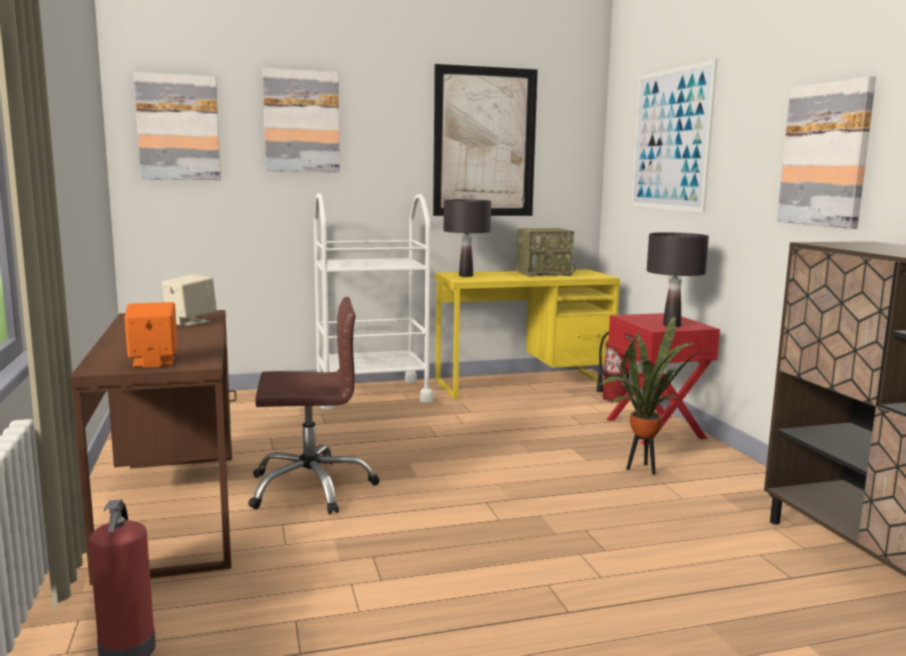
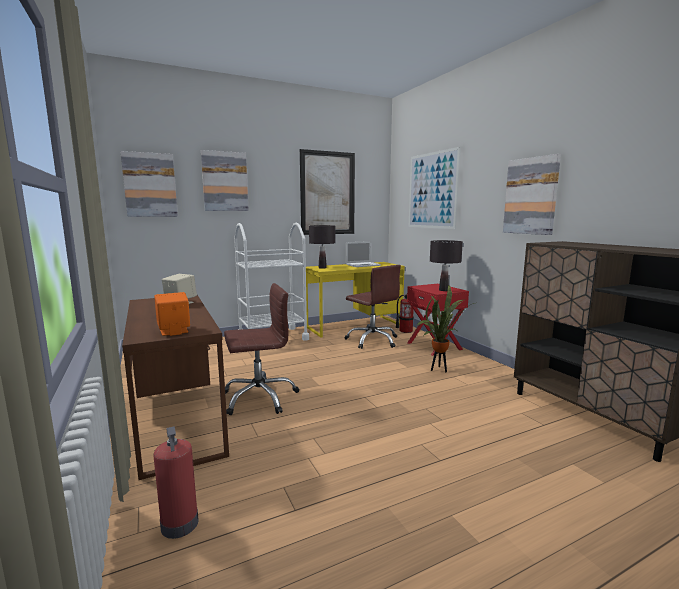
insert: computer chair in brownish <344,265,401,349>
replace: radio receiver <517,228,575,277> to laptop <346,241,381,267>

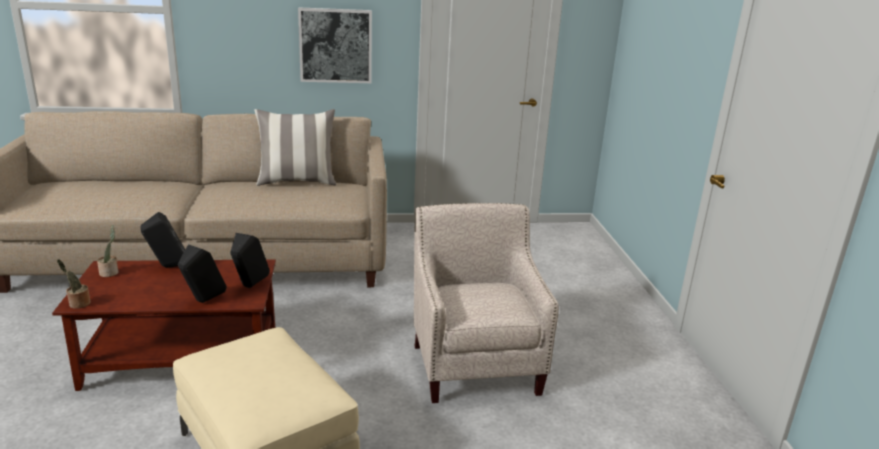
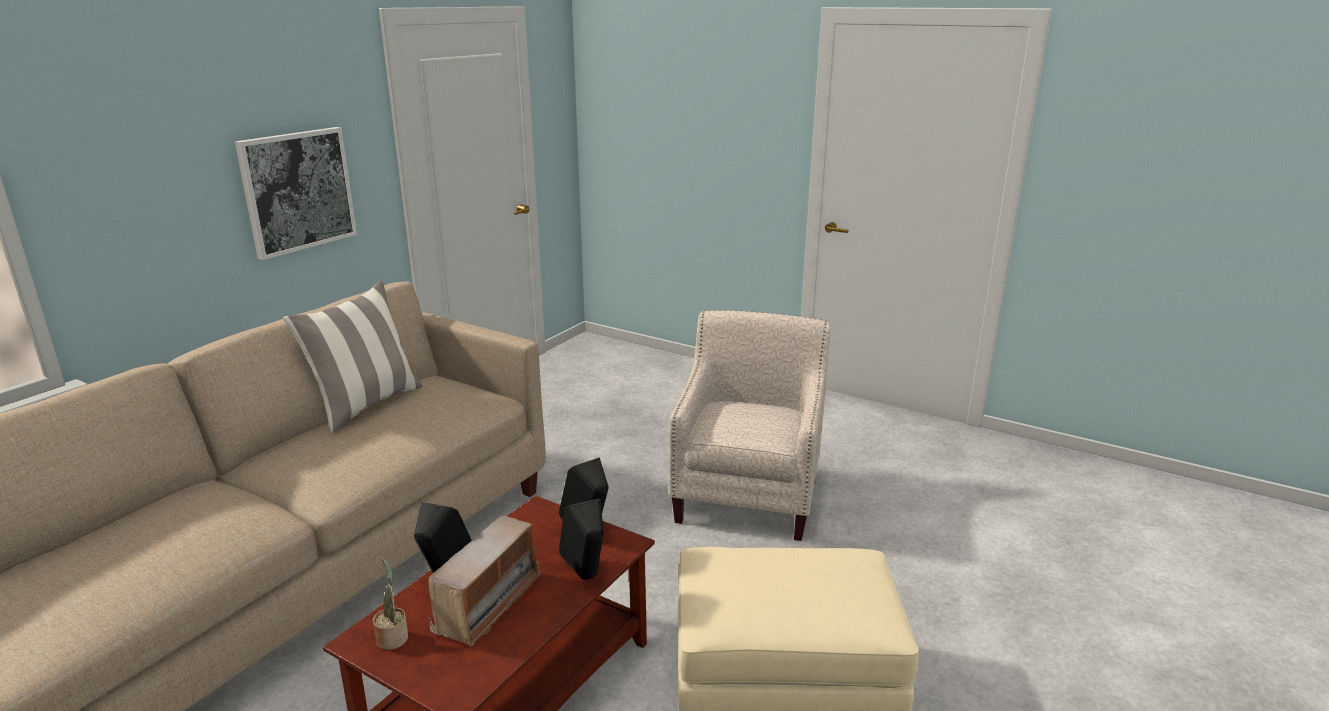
delete: potted plant <57,259,91,309>
insert: radio receiver <428,514,542,647>
rotate: armchair in beige <414,203,559,403> = <669,310,831,541> 75 degrees clockwise

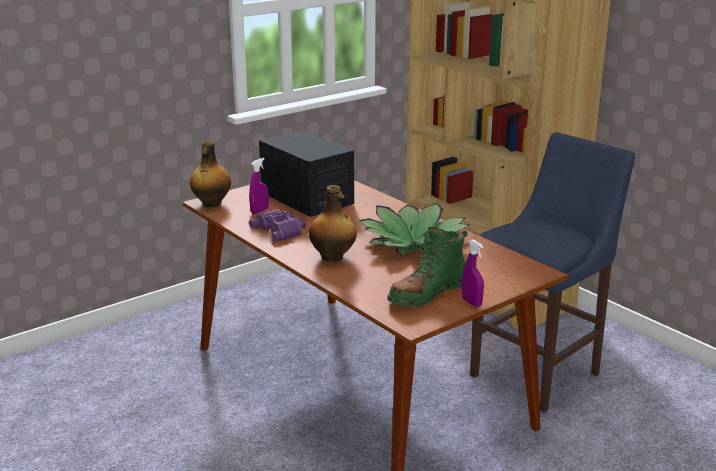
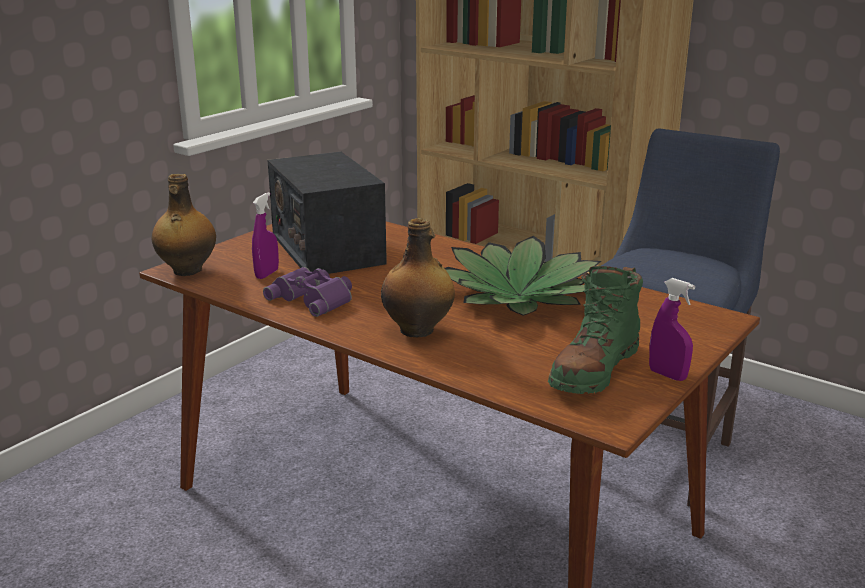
rotate: radio receiver <259,130,354,217> = <267,152,387,274> 150 degrees counterclockwise

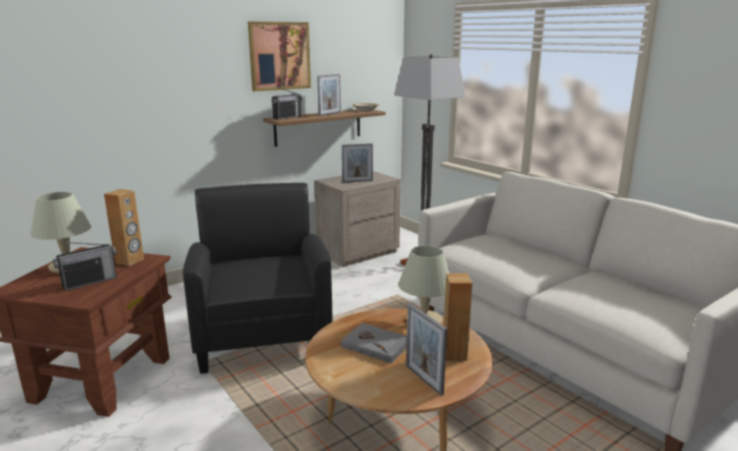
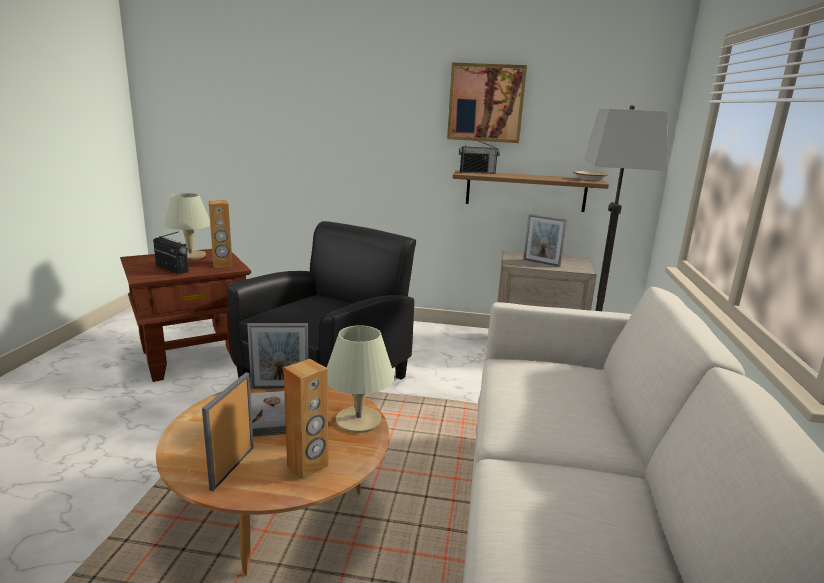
move: standing frame <317,74,341,116> to <247,323,309,389>
rotate: radio receiver <53,241,117,291> = <153,232,189,274> 150 degrees counterclockwise

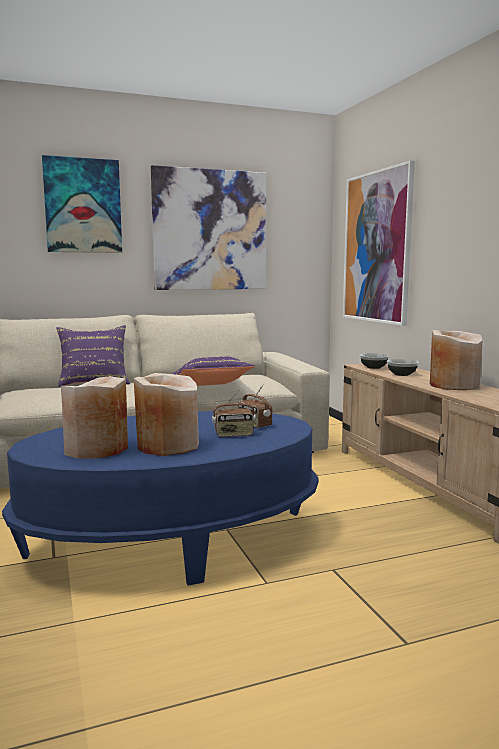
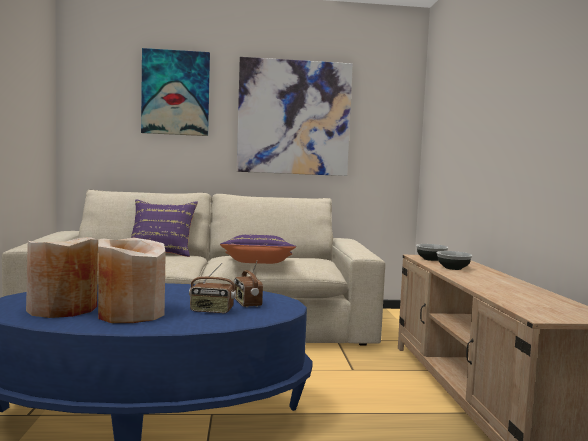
delete: wall picture <343,161,415,326>; flower vase in beige <430,330,483,390>

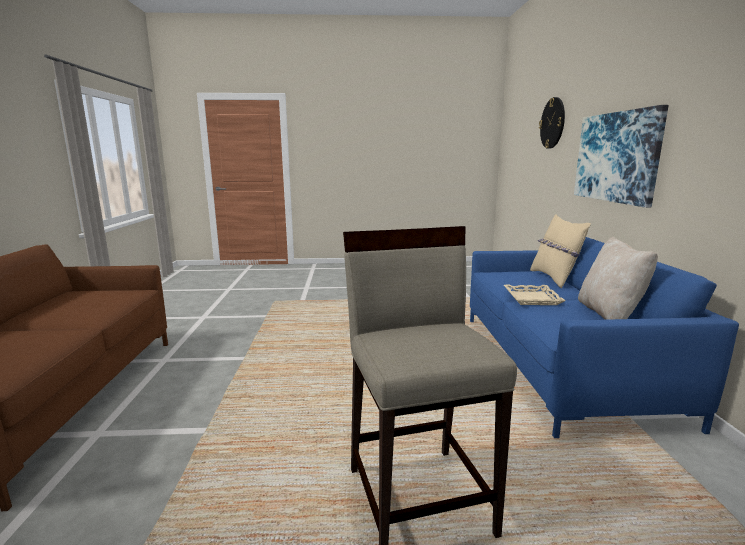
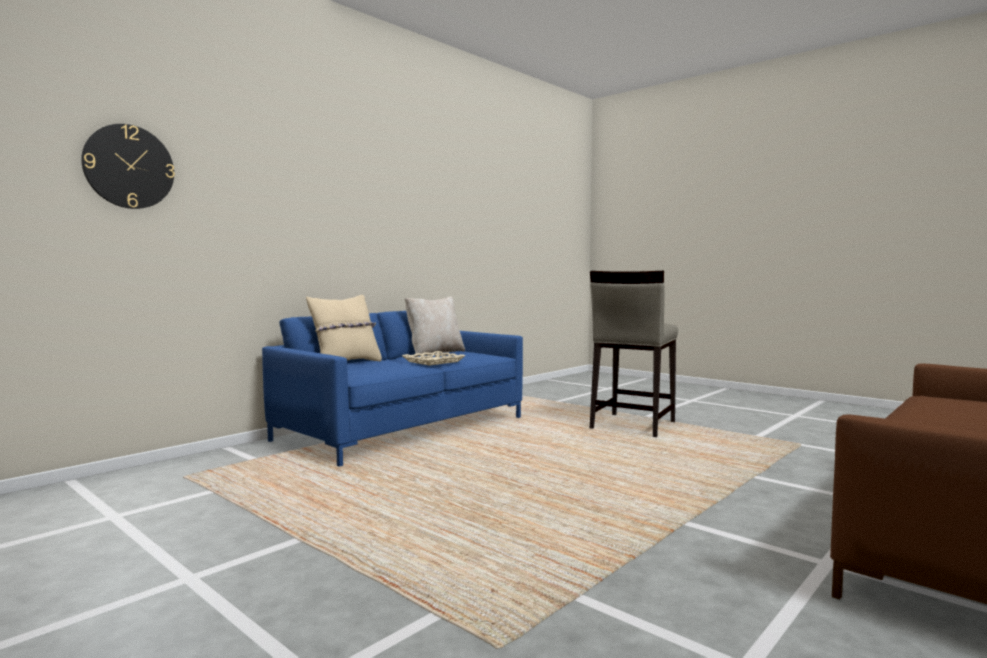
delete: wall picture <574,105,669,208>

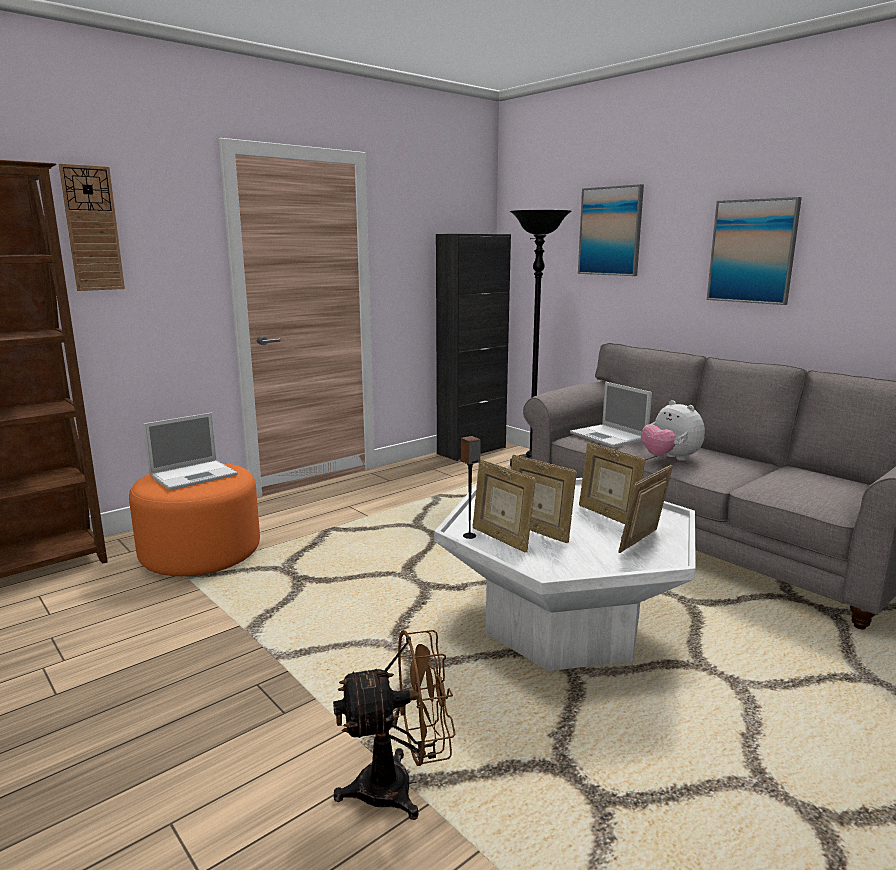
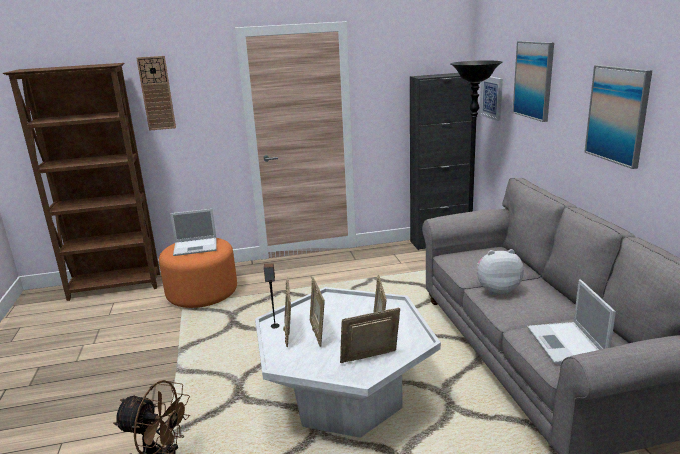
insert: wall picture <479,76,503,121>
move: laptop <570,382,652,448> to <527,280,616,365>
rotate: soft toy <641,400,705,461> = <477,249,524,295> 90 degrees clockwise

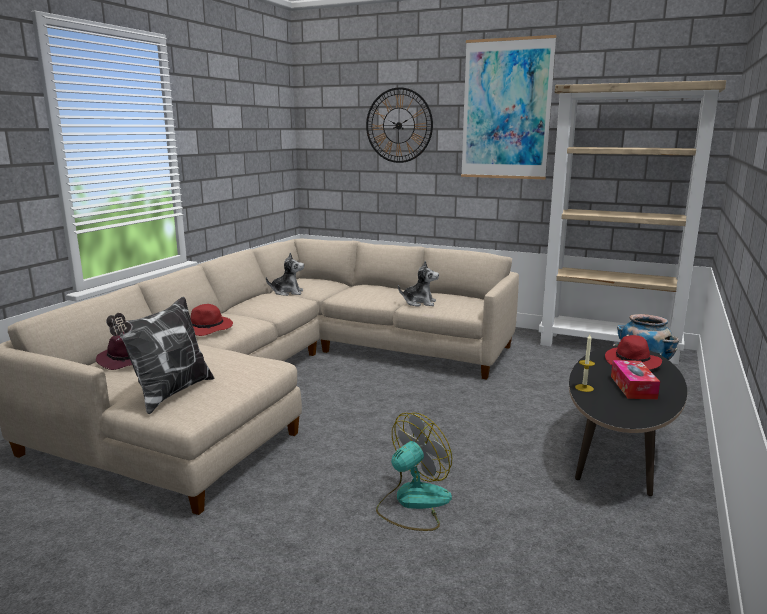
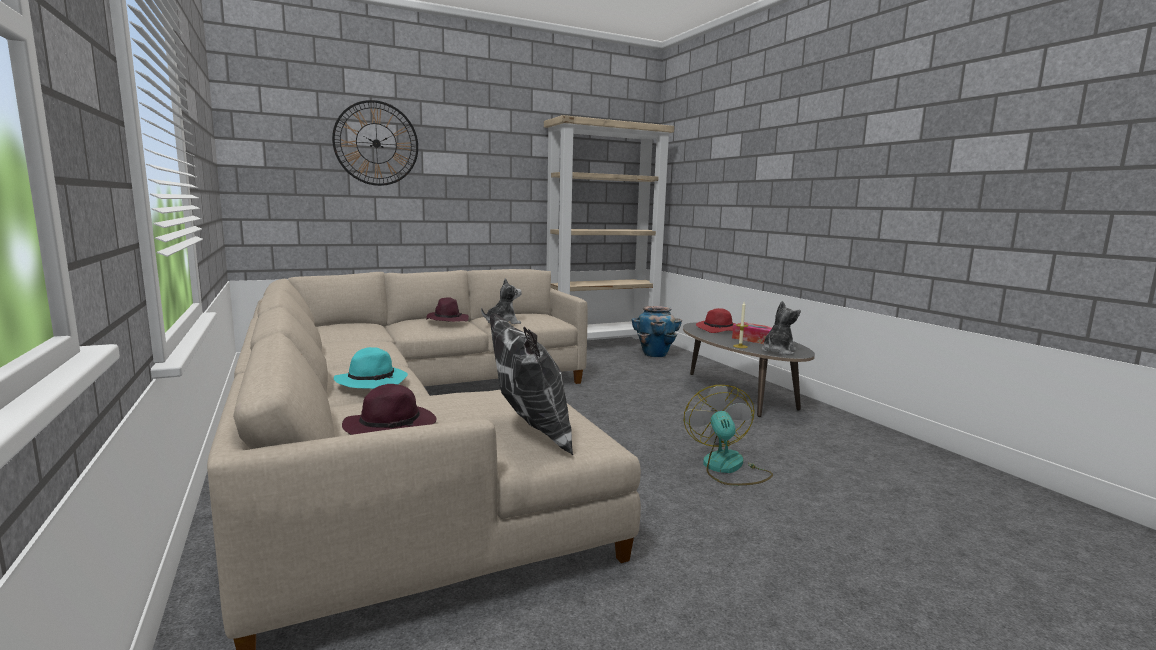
delete: wall picture <461,35,556,179>
insert: clothing hat in purple <427,297,469,322>
move: soft toy <266,252,304,296> to <762,301,801,355>
recolor: clothing hat in reddish <190,304,233,336> to clothing hat in turquoise <334,347,408,389>

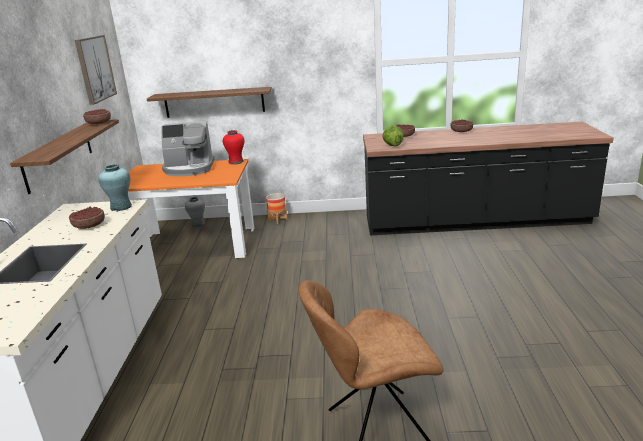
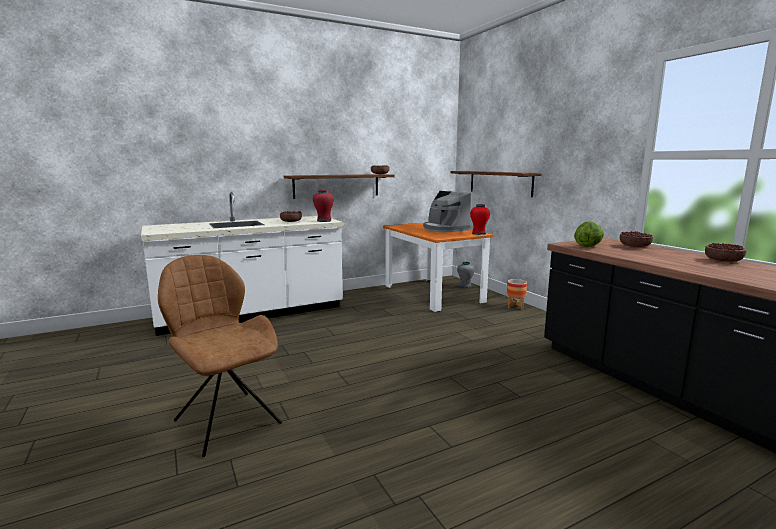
delete: wall picture <75,35,117,105>
recolor: flower vase in turquoise <98,164,132,211> to flower vase in reddish <313,190,334,222>

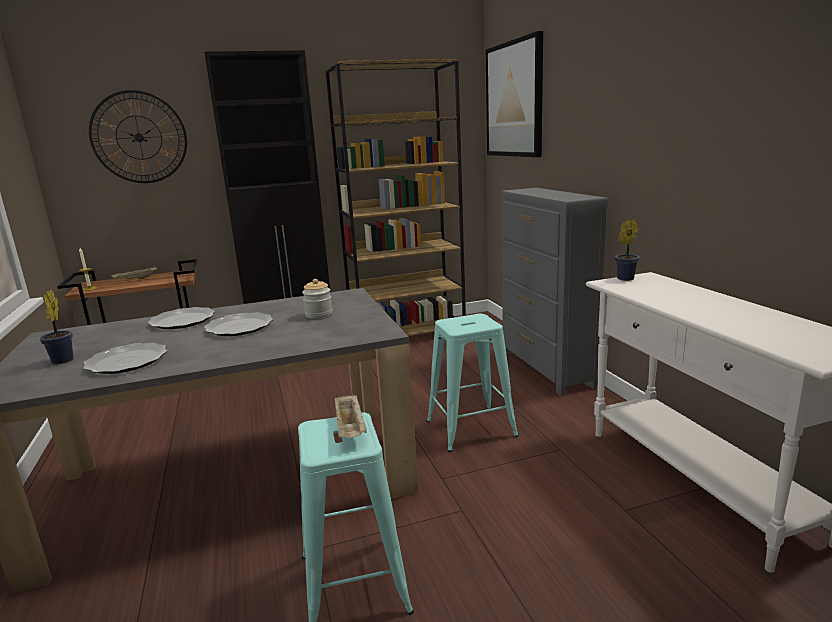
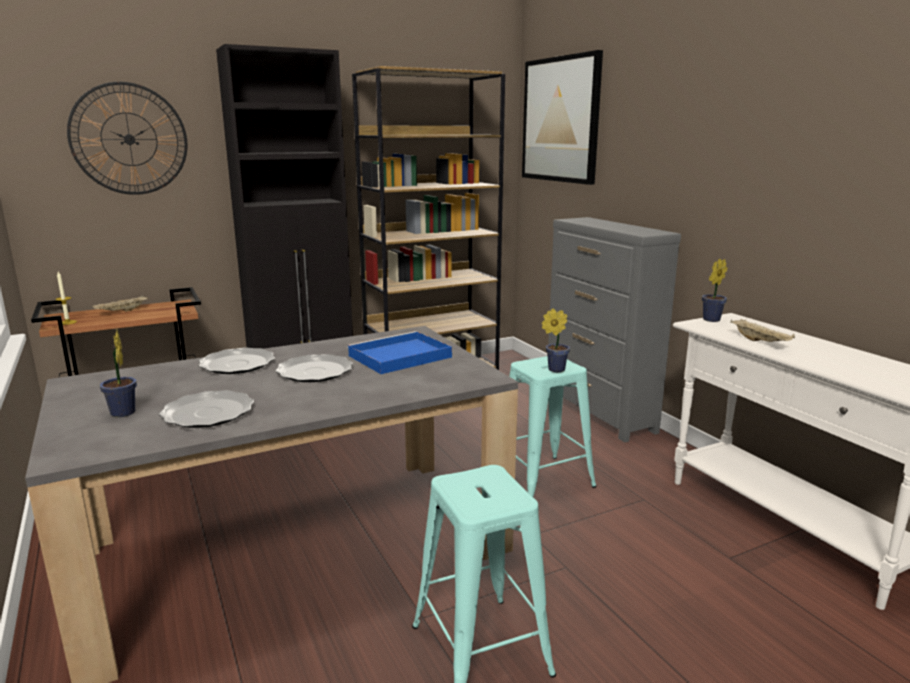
insert: potted plant <542,308,570,372>
move: serving tray in beige <335,394,367,438> to <730,319,795,342>
replace: jar <302,279,333,319> to serving tray in blue <347,331,452,374>

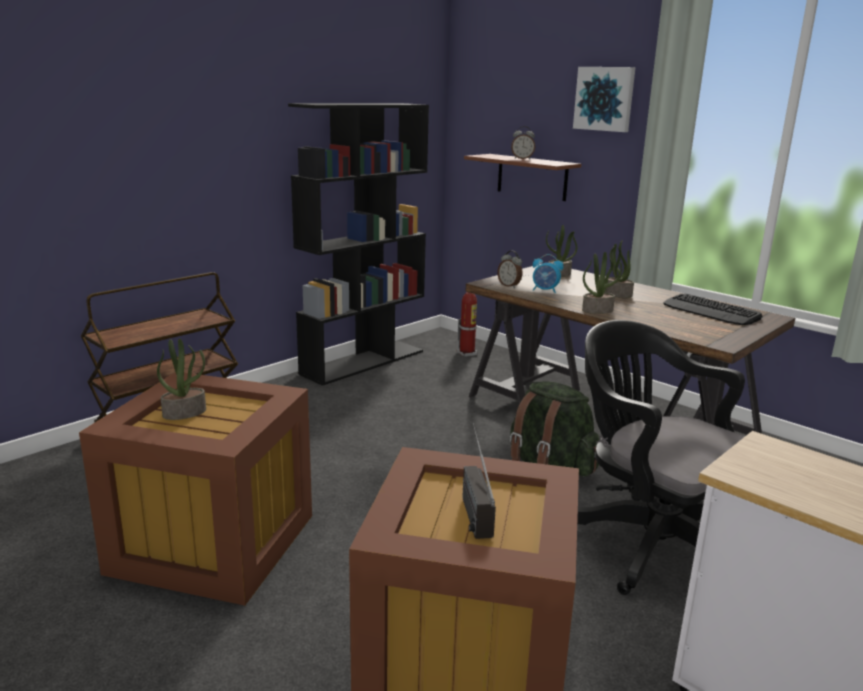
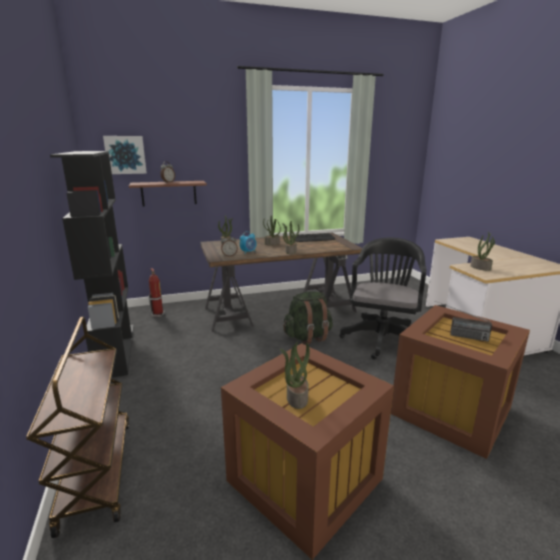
insert: potted plant <470,232,495,271>
move: wall picture <573,67,636,132> to <103,136,147,174>
rotate: computer chair in black <577,320,745,595> = <339,238,427,360> 120 degrees clockwise

